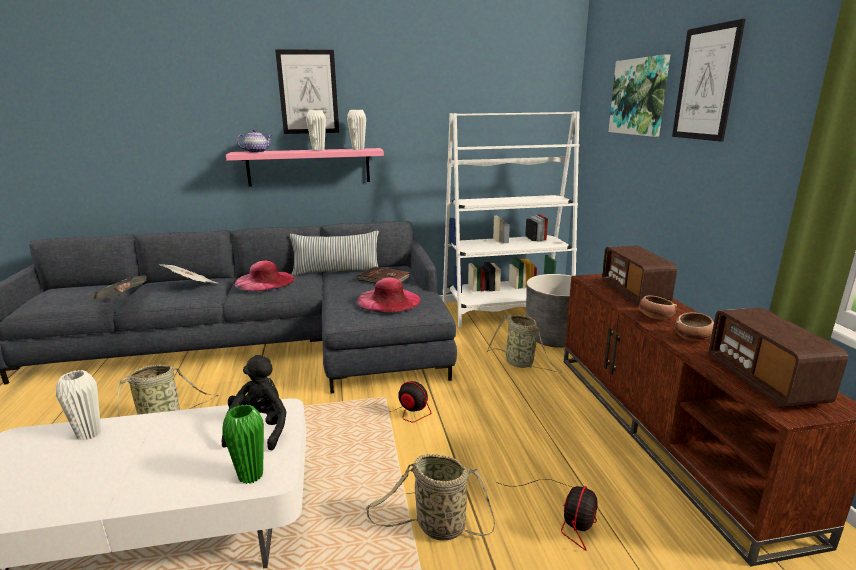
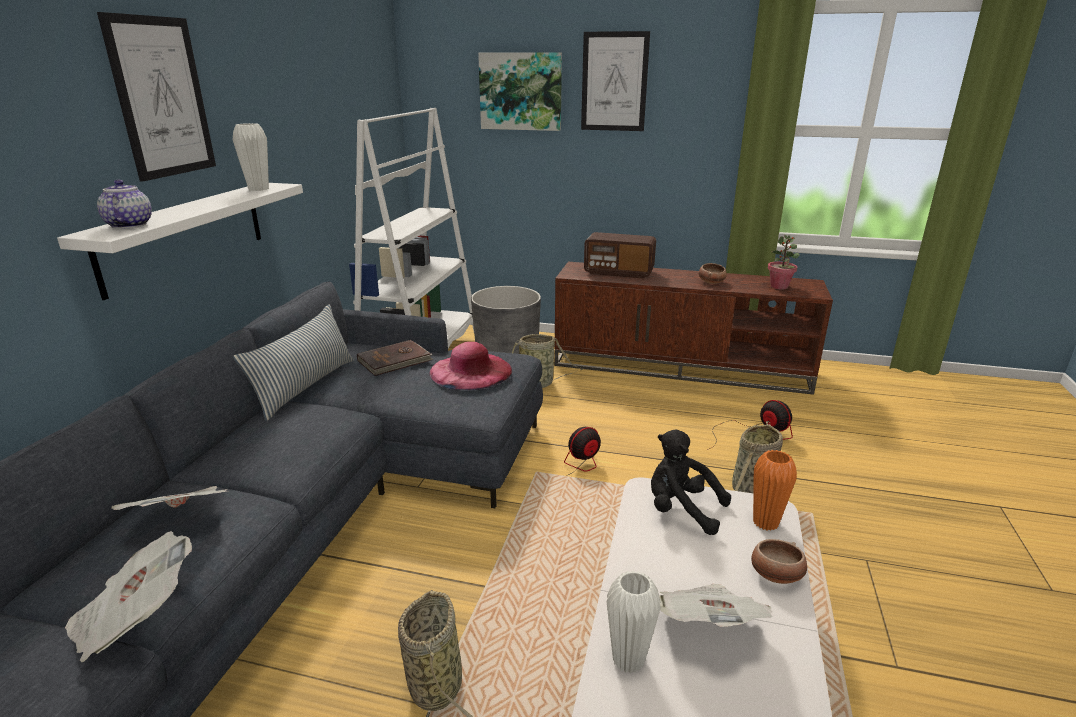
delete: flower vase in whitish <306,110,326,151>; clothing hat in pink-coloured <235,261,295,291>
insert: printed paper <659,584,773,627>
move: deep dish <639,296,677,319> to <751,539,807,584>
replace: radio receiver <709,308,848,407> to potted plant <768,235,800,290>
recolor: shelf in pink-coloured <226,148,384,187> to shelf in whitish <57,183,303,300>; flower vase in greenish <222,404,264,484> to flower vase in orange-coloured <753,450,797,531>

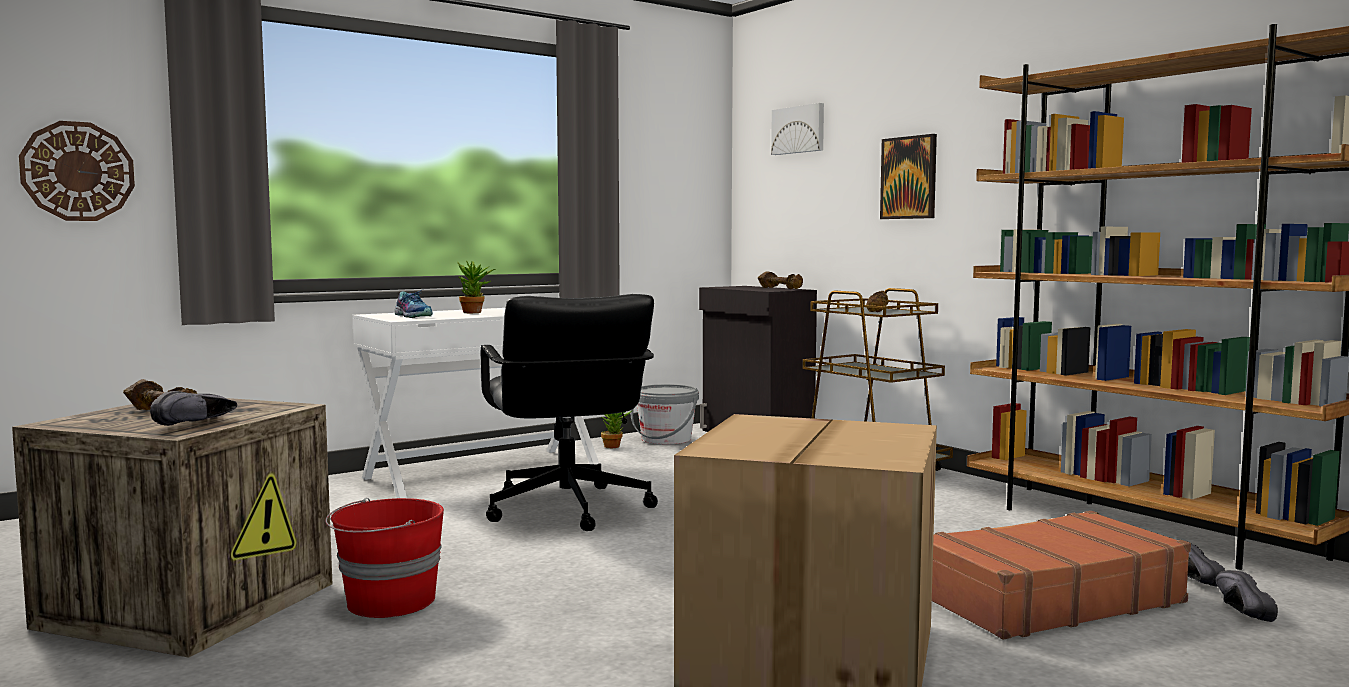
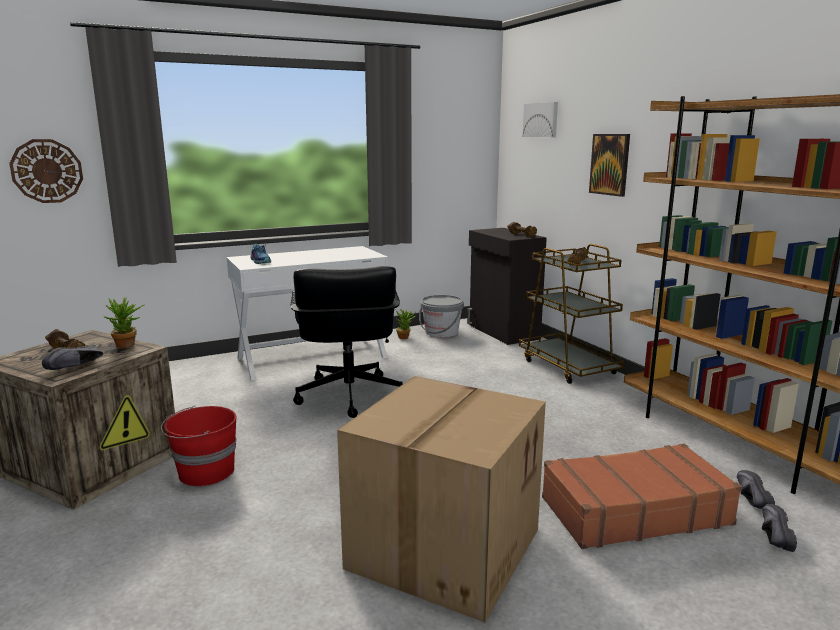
move: potted plant <457,261,495,313> to <103,297,144,348>

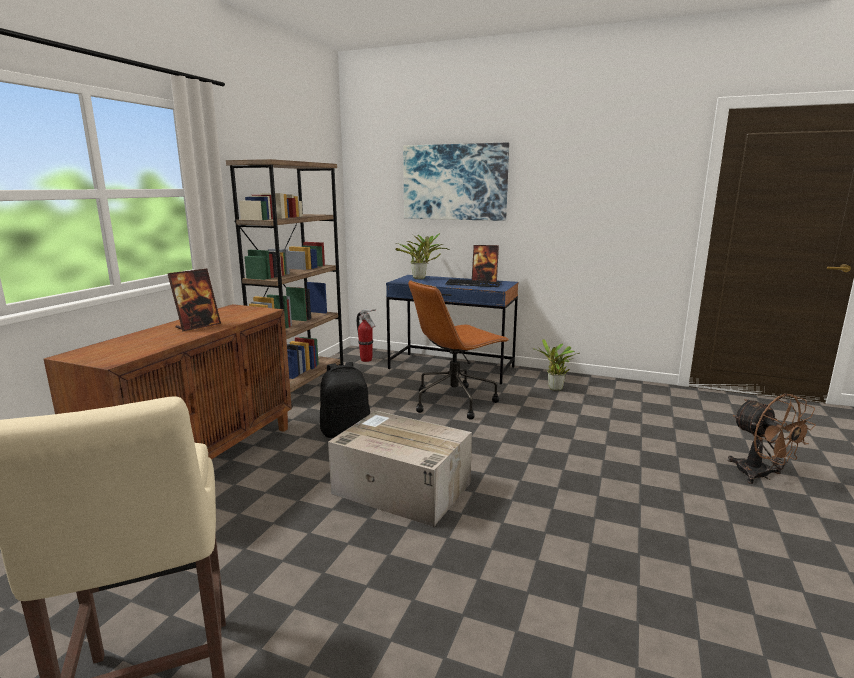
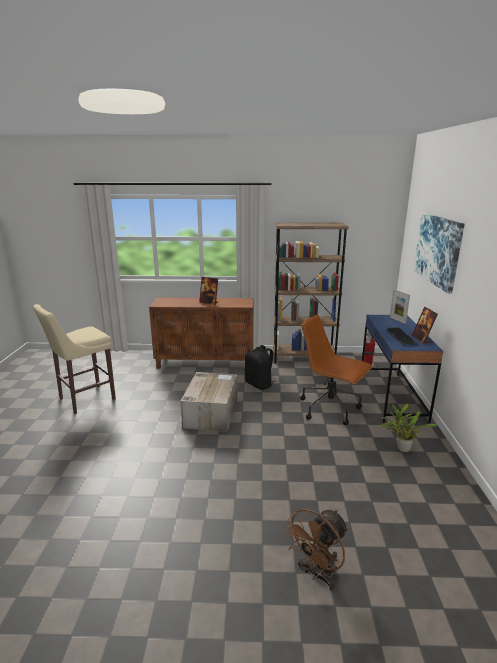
replace: potted plant <396,232,450,279> to standing frame <390,289,410,324>

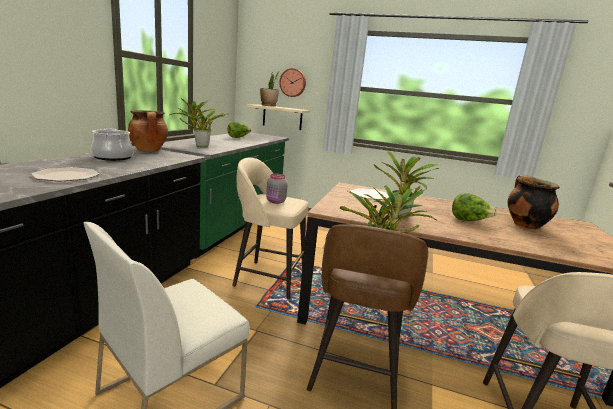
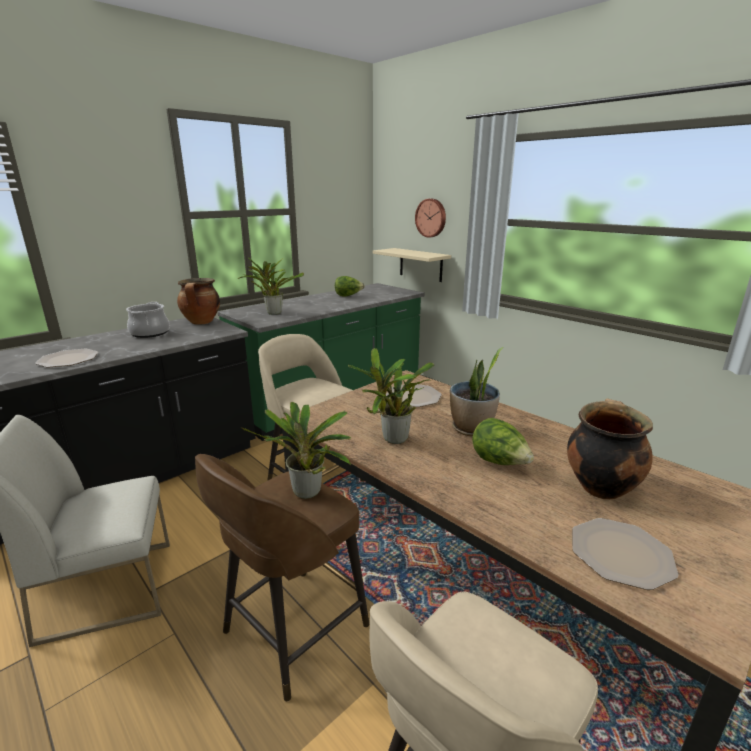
delete: jar in greyish <266,174,288,204>
insert: plate <572,518,678,590>
move: potted plant <260,71,279,106> to <450,347,503,437>

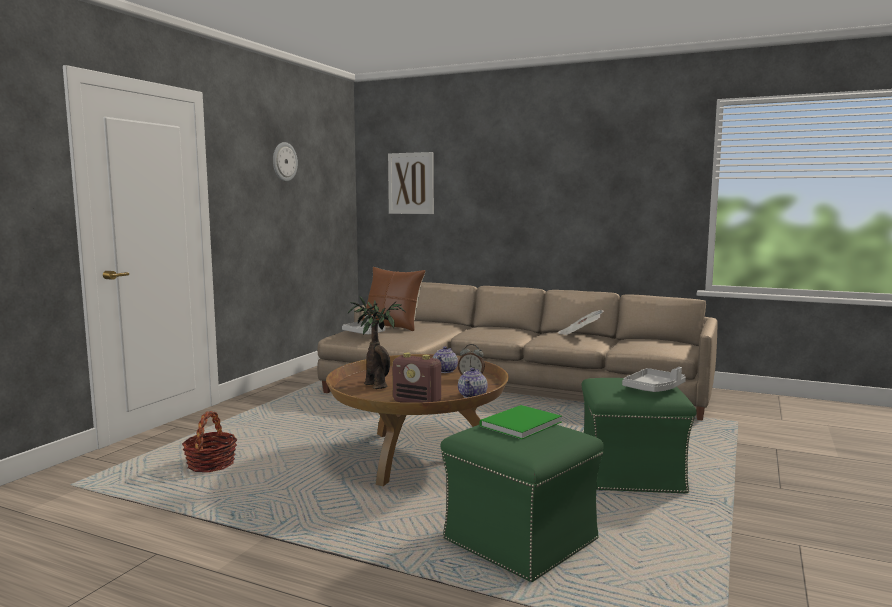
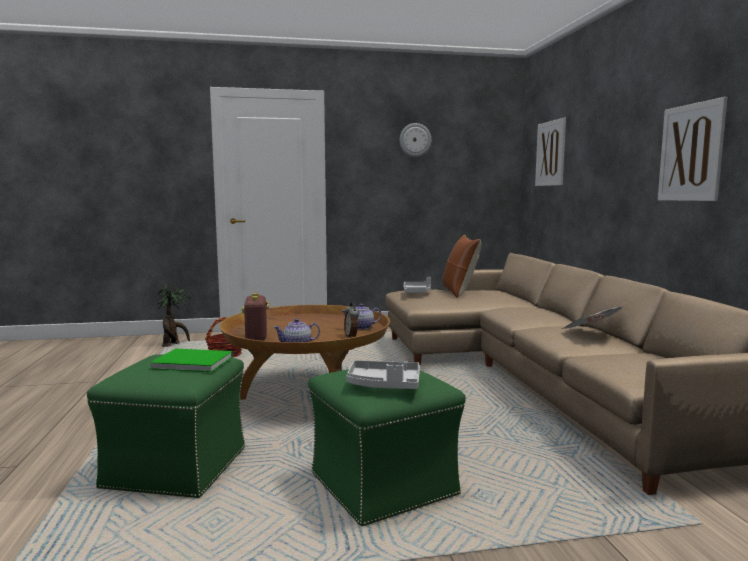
insert: wall picture <658,97,728,201>
move: potted plant <347,296,405,389> to <154,284,190,347>

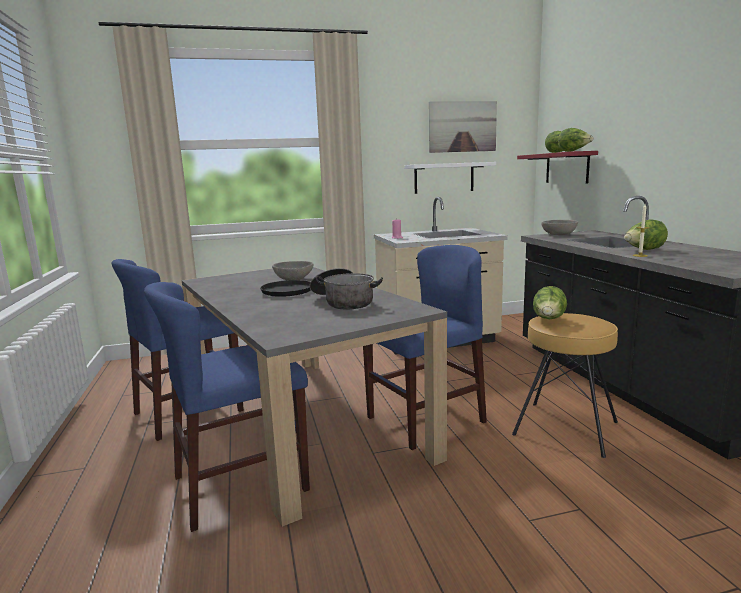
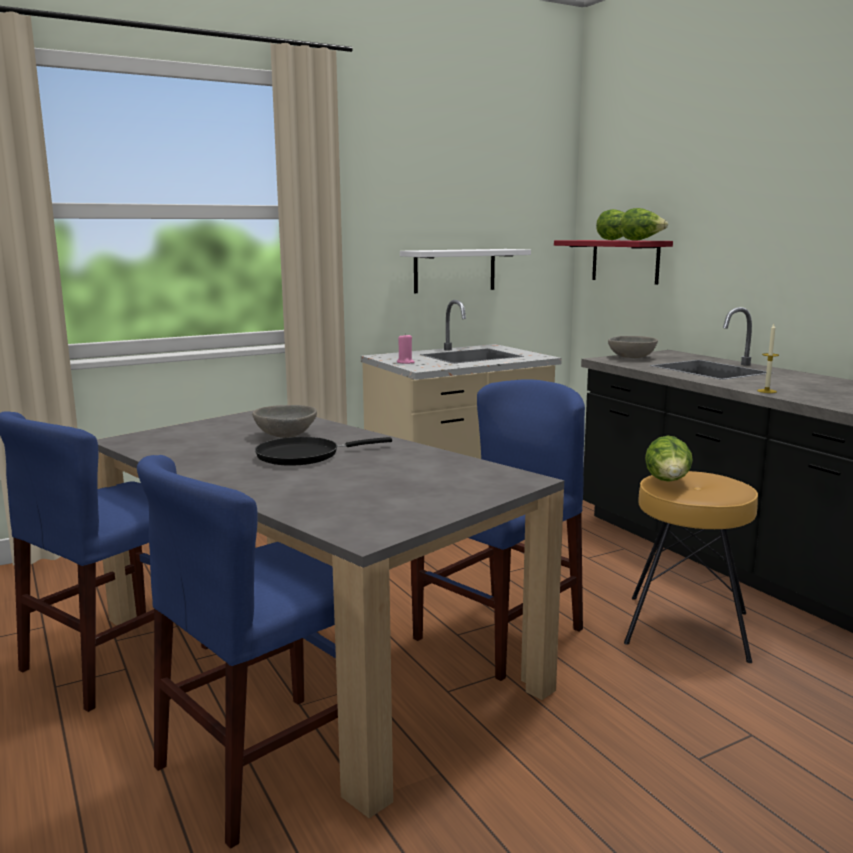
delete: wall picture <429,101,497,153>; lettuce head <624,220,668,250>; stockpot <310,268,383,309>

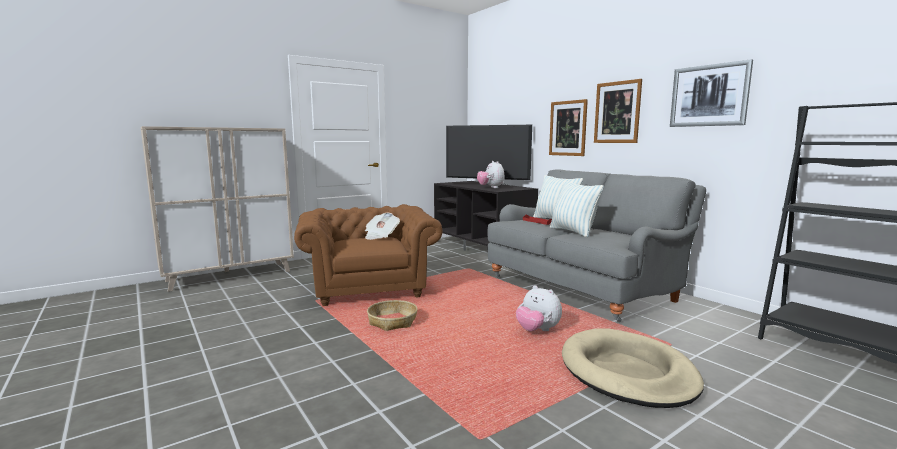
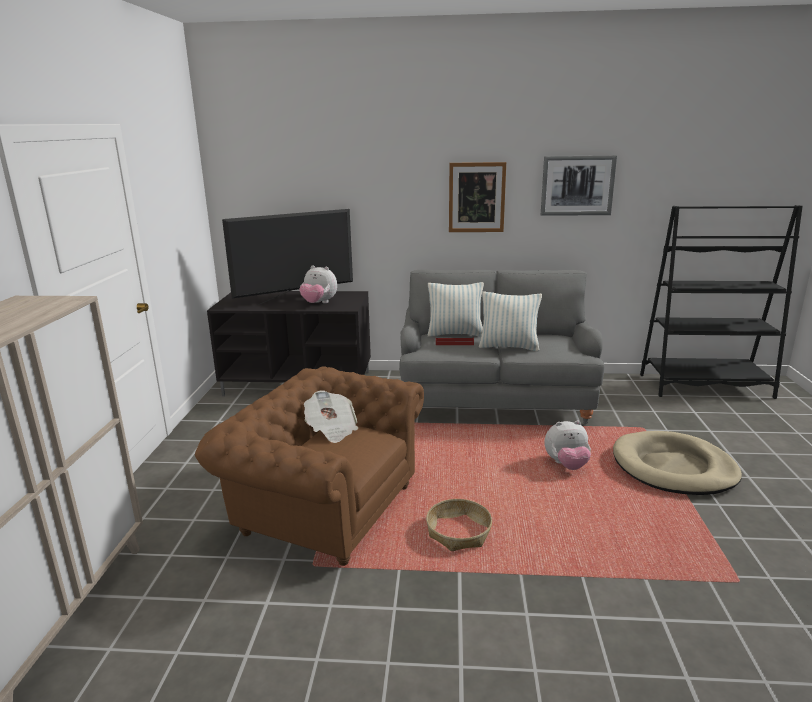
delete: wall picture <549,99,588,156>

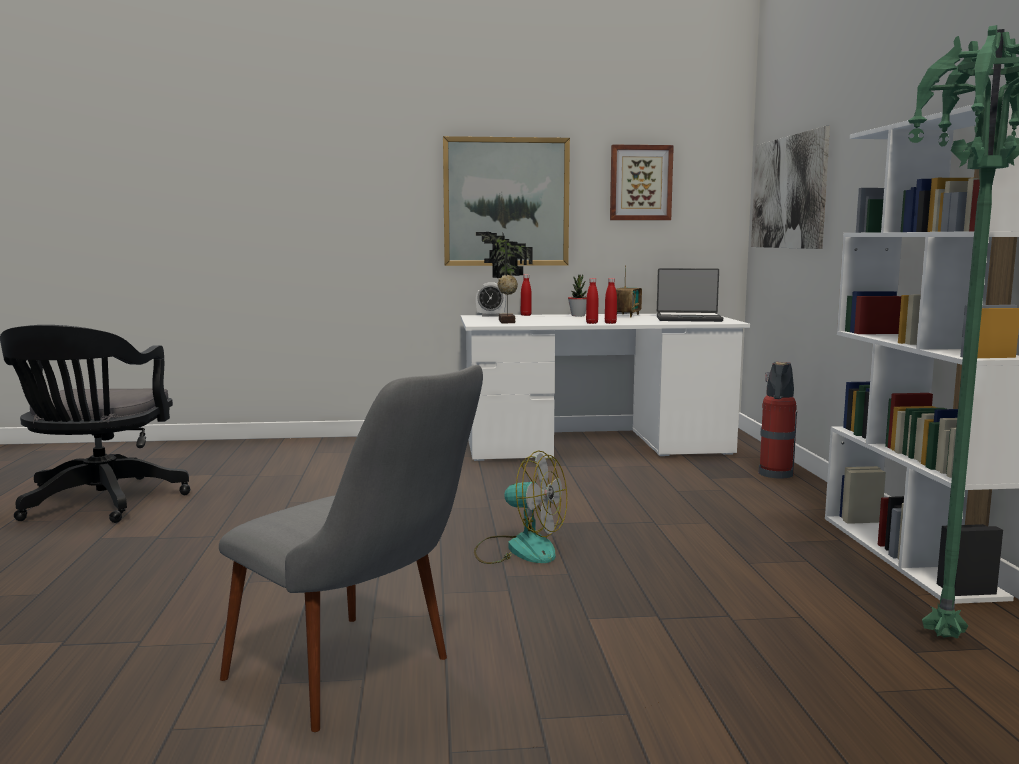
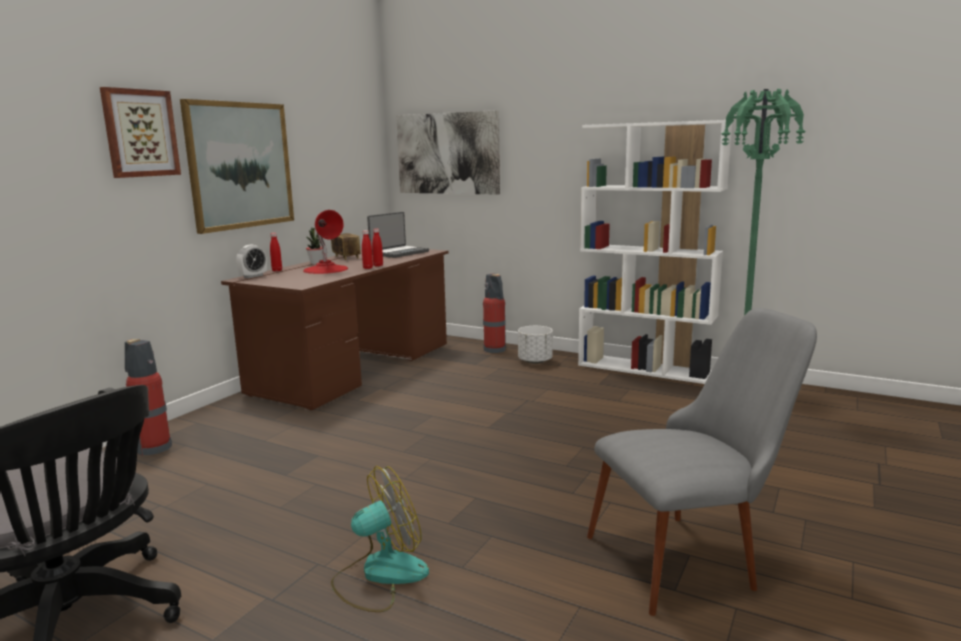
delete: potted plant <476,232,533,323>
insert: tabletop lamp in reddish <303,210,348,274>; flower pot in whitish <518,326,553,364>; fire extinguisher <125,339,172,456>
move: wall picture <610,145,674,220> to <100,87,181,178>; electric fan <474,451,567,564> to <331,466,429,612>
recolor: desk table in whitish <461,314,750,461> to desk table in brownish <221,249,449,411>

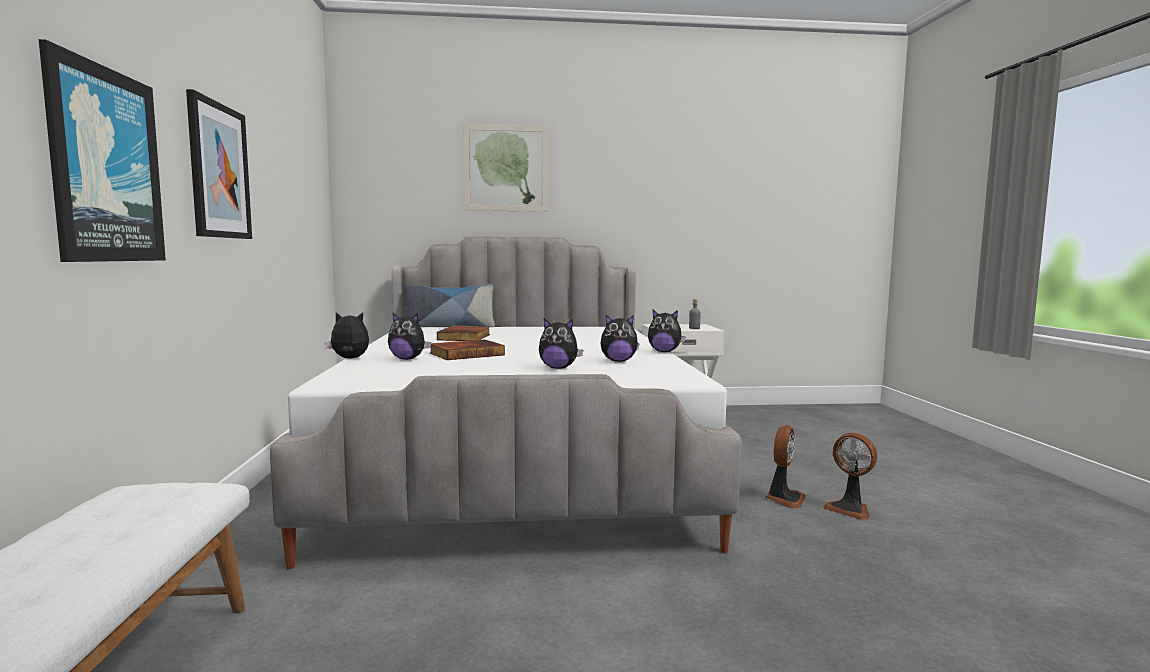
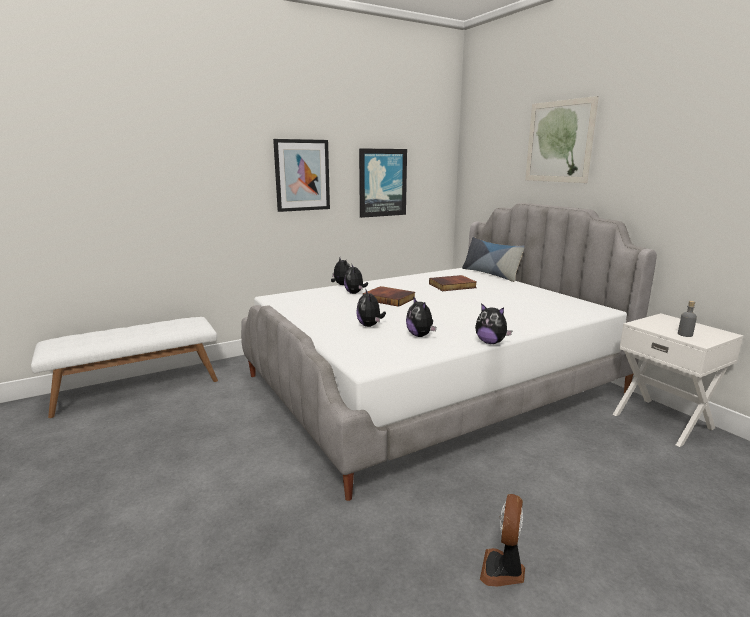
delete: electric fan <765,425,806,509>
move: wall picture <39,39,166,262> to <359,148,407,218>
rotate: soft toy <648,310,686,352> = <475,303,512,344> 45 degrees counterclockwise

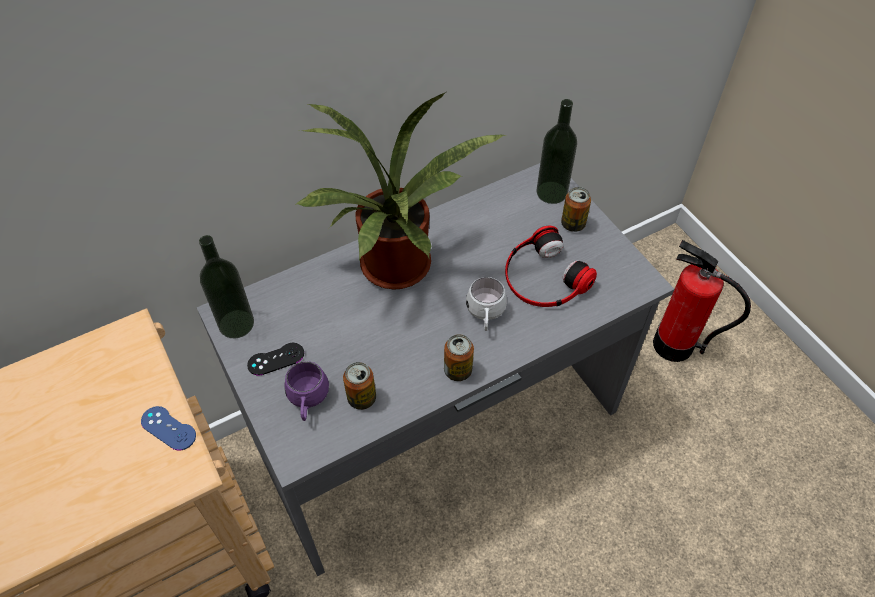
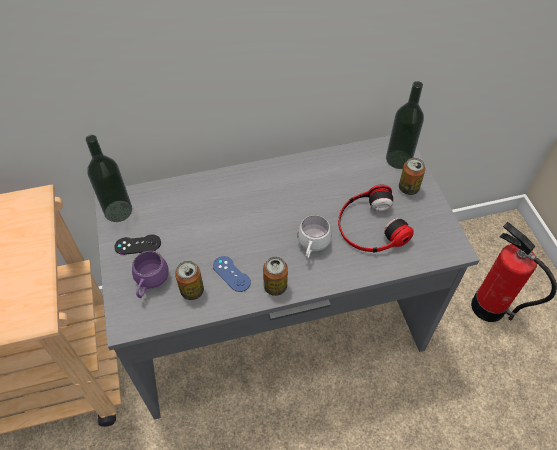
delete: potted plant <295,92,506,290>
move: joypad in blue <141,406,196,451> to <213,256,251,292>

